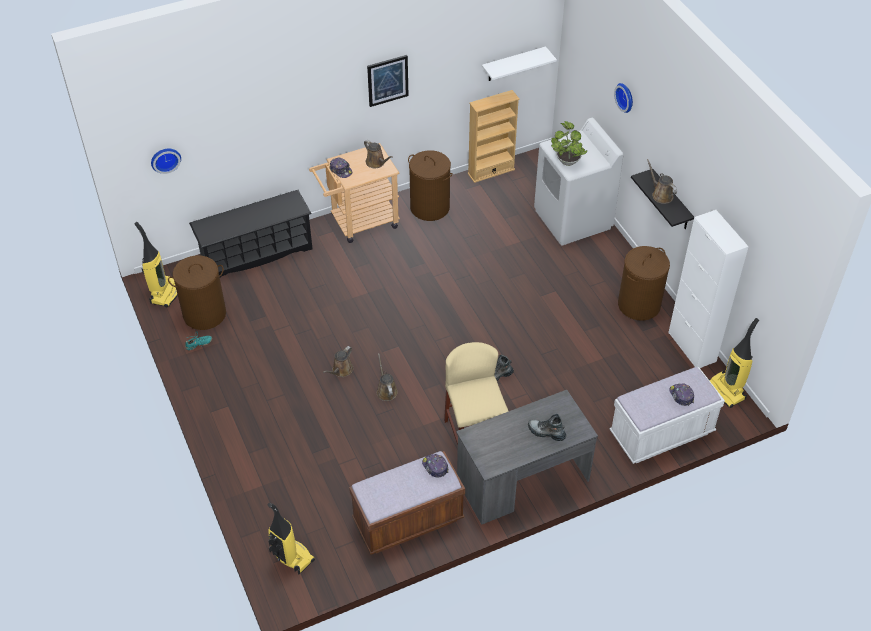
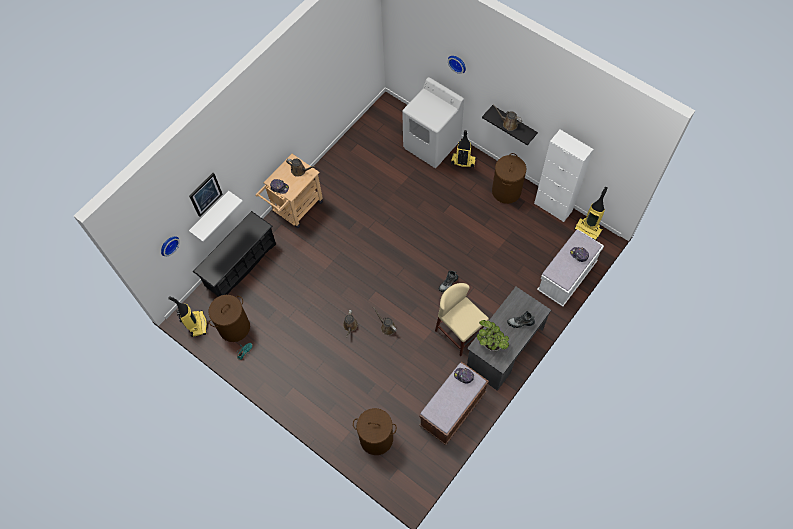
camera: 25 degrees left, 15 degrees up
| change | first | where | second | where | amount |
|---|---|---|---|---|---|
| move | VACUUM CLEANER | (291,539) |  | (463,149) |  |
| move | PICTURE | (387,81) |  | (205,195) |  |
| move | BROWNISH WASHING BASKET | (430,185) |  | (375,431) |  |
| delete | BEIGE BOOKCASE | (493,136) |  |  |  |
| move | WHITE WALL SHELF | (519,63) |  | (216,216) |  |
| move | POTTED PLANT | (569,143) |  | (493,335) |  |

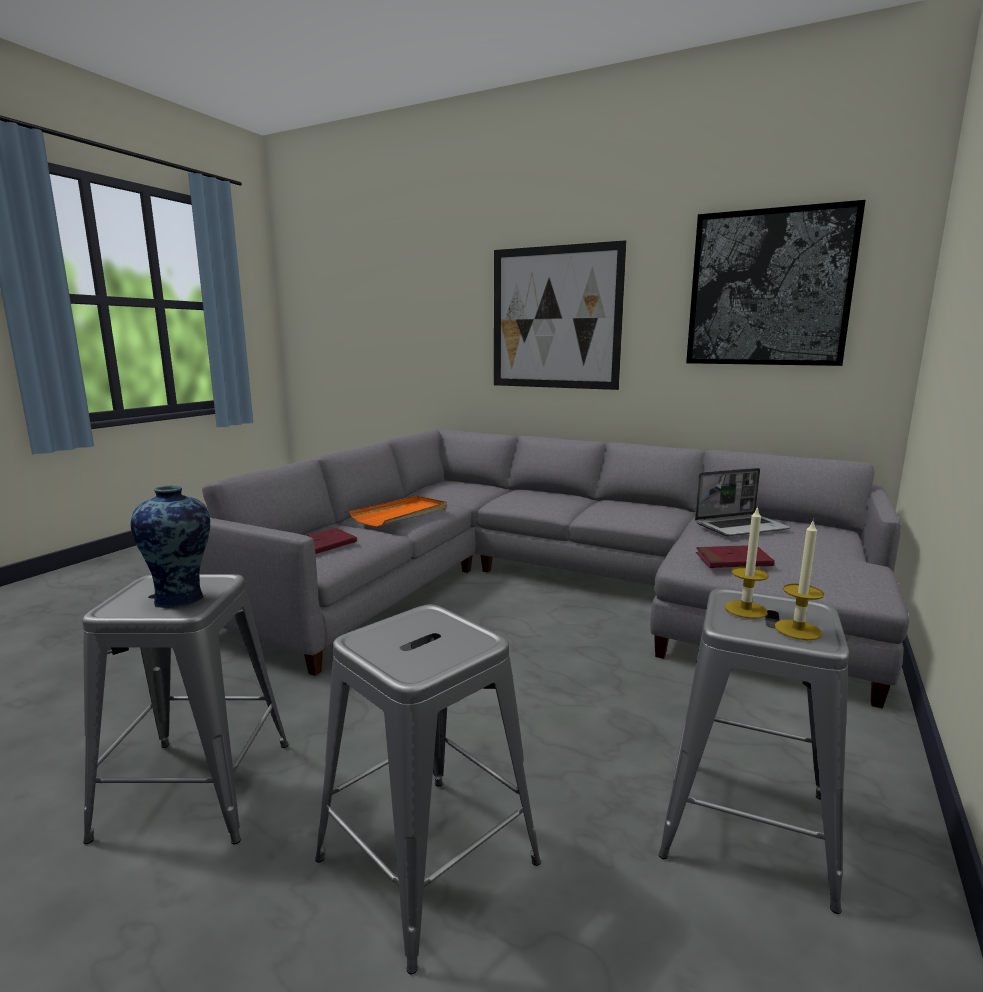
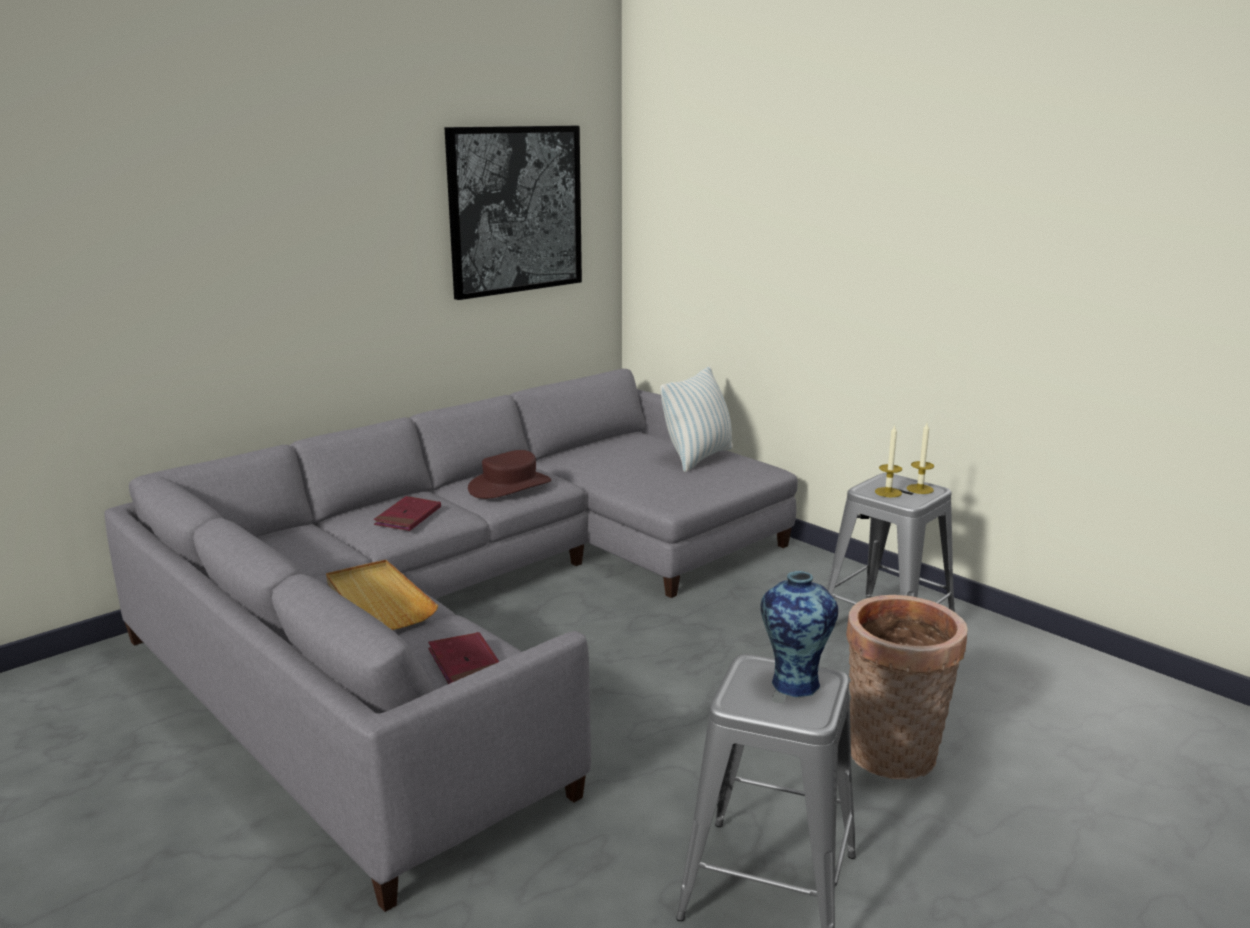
camera: 70 degrees left, 5 degrees up
| change | first | where | second | where | amount |
|---|---|---|---|---|---|
| replace | GRAY SITTING STOOL | (428,789) | STORAGE BASKET | (907,687) |  |
| recolor | ORANGE-COLOURED SERVING TRAY | (398,511) | BEIGE SERVING TRAY | (382,595) |  |
| delete | PICTURE | (560,315) |  |  |  |
| delete | PORTABLE COMPUTER | (743,502) |  |  |  |
| move | REDDISH BOOK | (735,556) |  | (407,513) |  |
| insert |  |  | BROWNISH CLOTHING HAT | (509,474) |  |
| insert |  |  | THROW PILLOW | (696,419) |  |

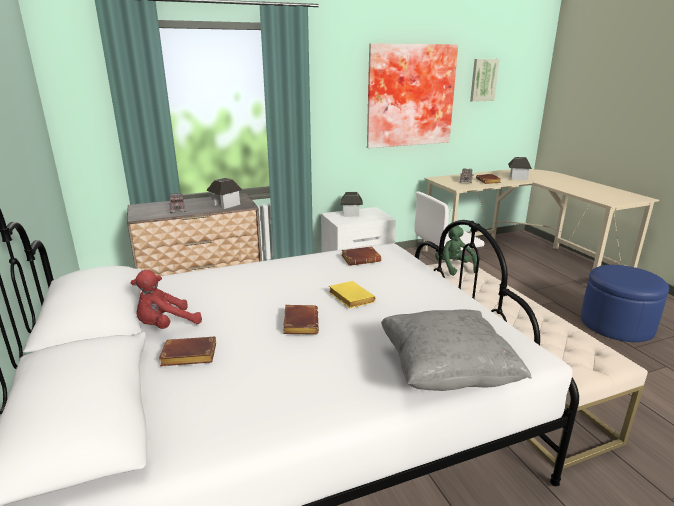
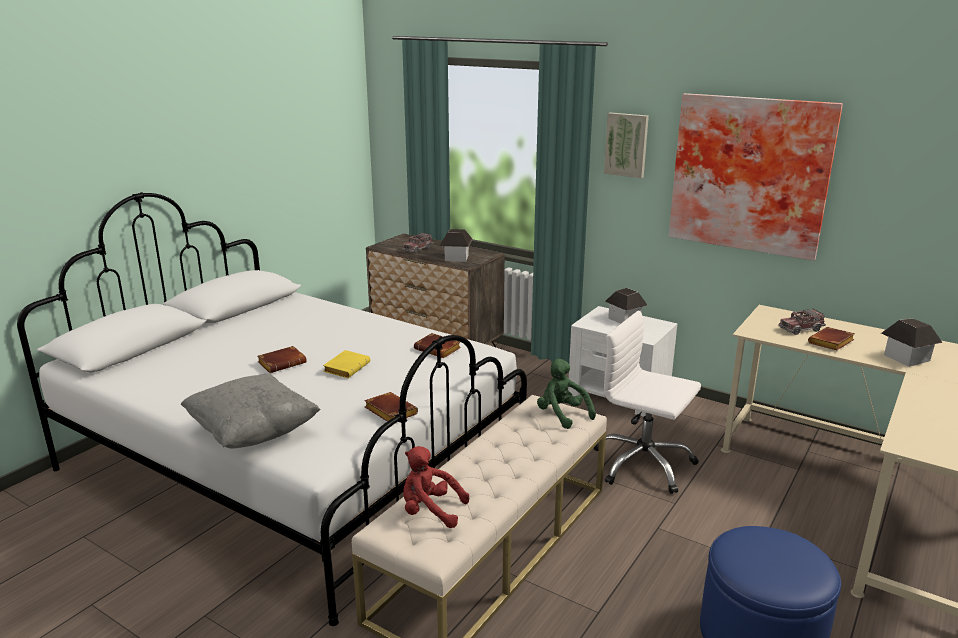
camera: 55 degrees right, 0 degrees up
| change | first | where | second | where | amount |
|---|---|---|---|---|---|
| move | REDDISH CUDDLY TOY | (166,299) |  | (436,487) |  |
| move | BROWNISH BOOK | (187,351) |  | (391,407) |  |
| rotate | GREEN CUDDLY TOY | (456,251) |  | (566,394) | 75 degrees counterclockwise |
| move | PICTURE | (484,80) |  | (626,145) |  |

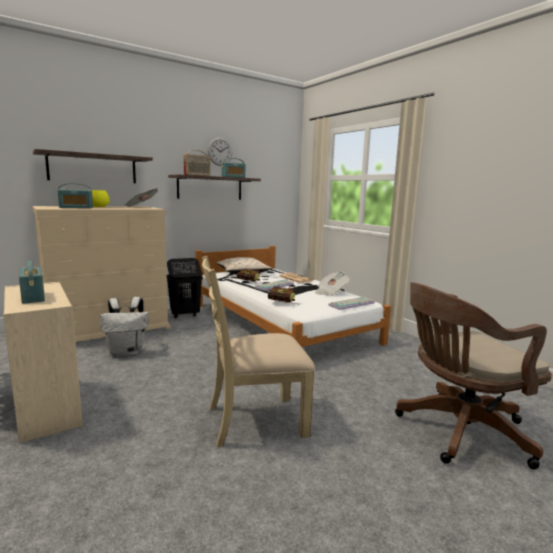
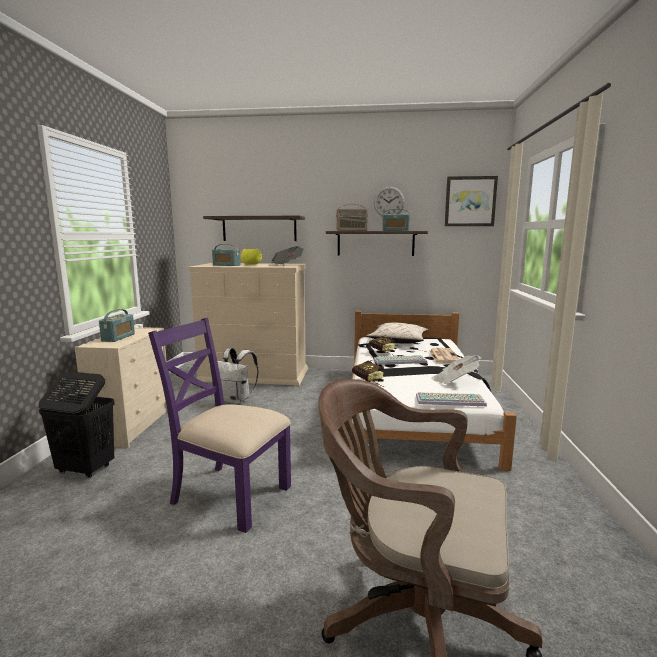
camera: 40 degrees right, 0 degrees up
| change | first | where | second | where | amount |
|---|---|---|---|---|---|
| move | BLACK WASHING BASKET | (185,288) |  | (76,424) |  |
| recolor | BEIGE PLAIN CHAIR | (258,351) | PURPLE PLAIN CHAIR | (219,425) |  |
| insert |  |  | PICTURE | (471,201) |  |

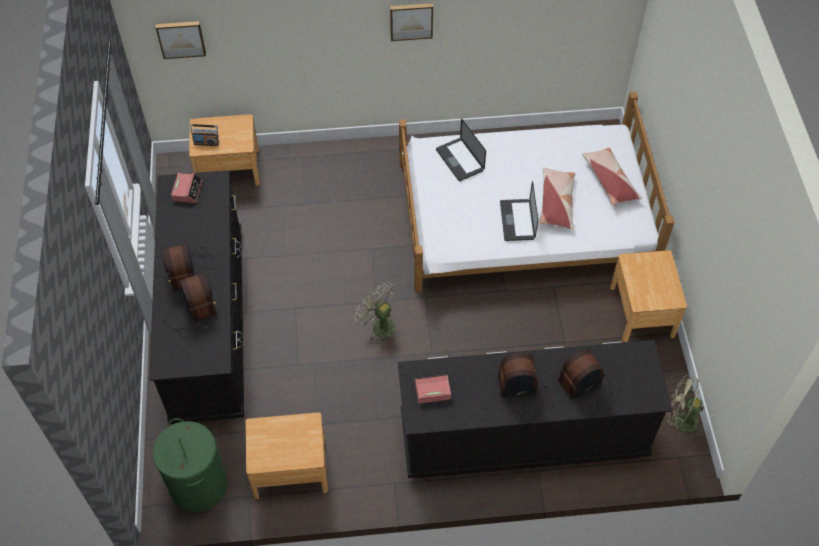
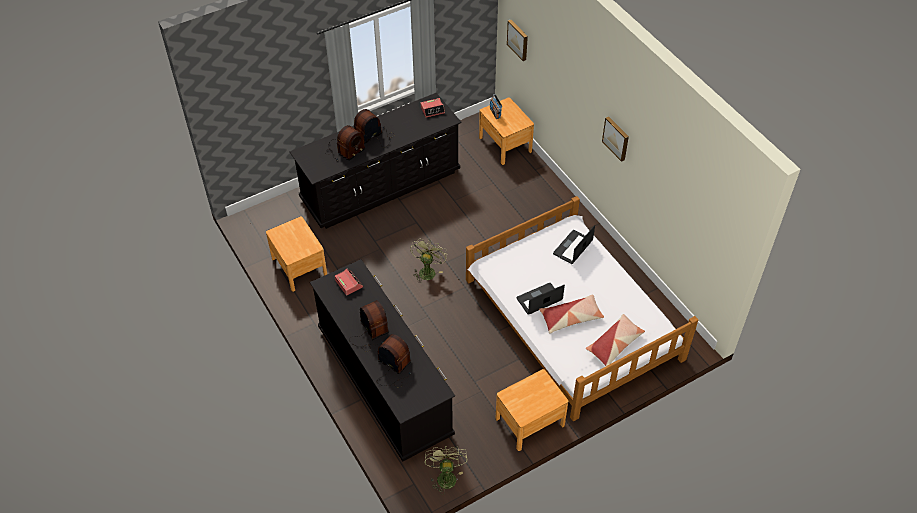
camera: 65 degrees right, 5 degrees down
| change | first | where | second | where | amount |
|---|---|---|---|---|---|
| delete | GREEN WASHING BASKET | (190,465) |  |  |  |

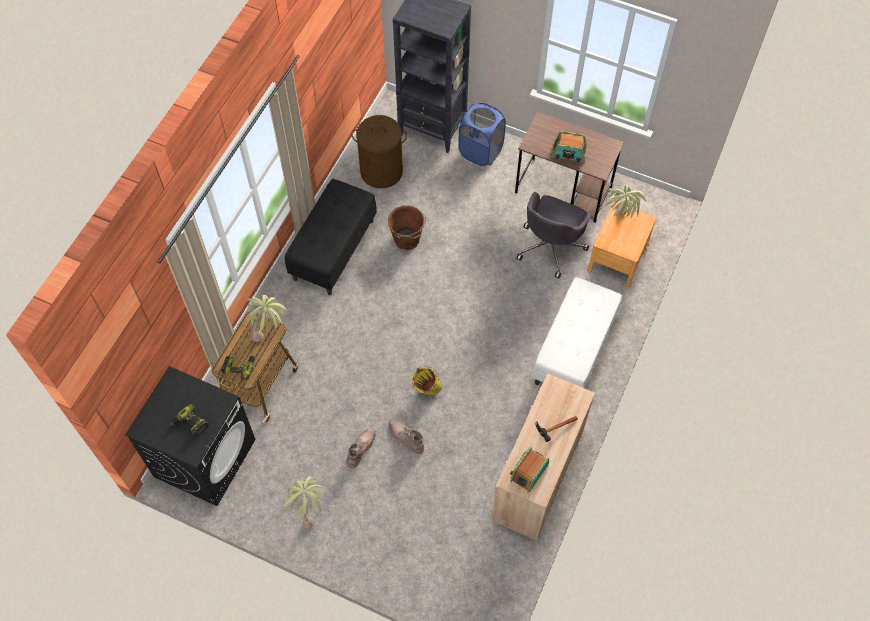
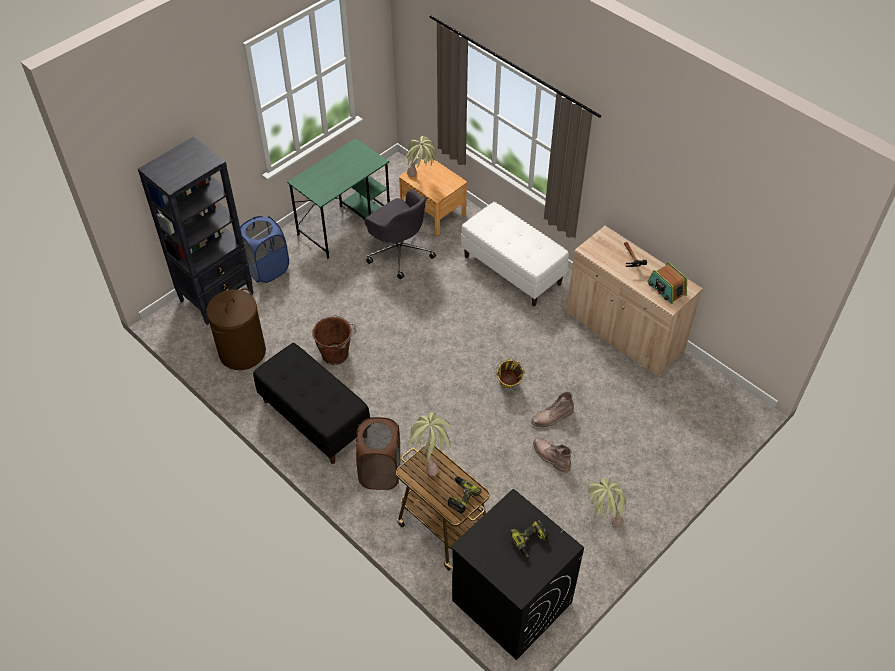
camera: 70 degrees left, 10 degrees down
| change | first | where | second | where | amount |
|---|---|---|---|---|---|
| recolor | BROWNISH DESK TABLE | (569,167) | GREEN DESK TABLE | (338,198) |  |
| delete | RADIO SET | (569,146) |  |  |  |
| insert |  |  | BROWNISH WASHING BASKET | (378,453) |  |

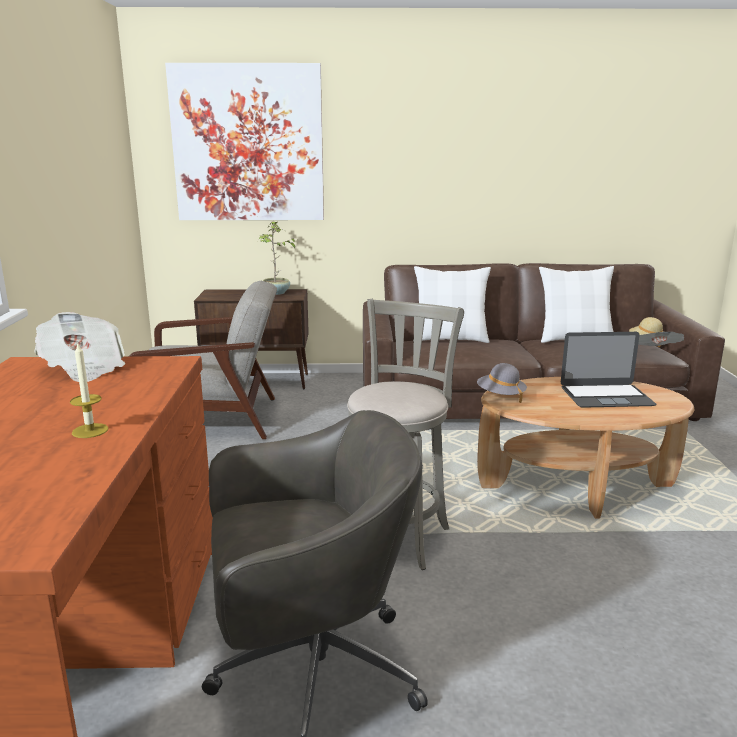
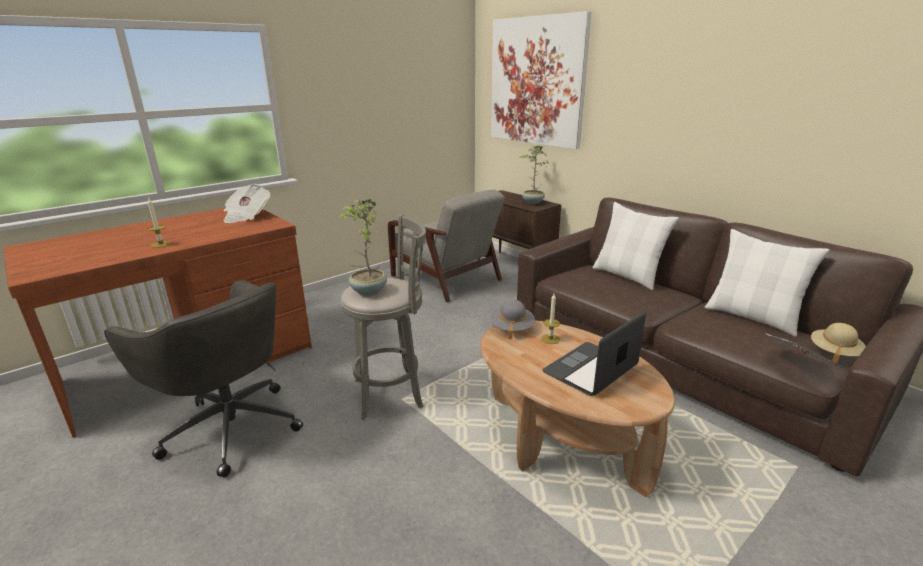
camera: 50 degrees right, 5 degrees up
| change | first | where | second | where | amount |
|---|---|---|---|---|---|
| rotate | PORTABLE COMPUTER | (608,370) |  | (594,353) | 90 degrees clockwise |
| insert |  |  | POTTED PLANT | (362,247) |  |
| insert |  |  | WAX CANDLE | (550,319) |  |

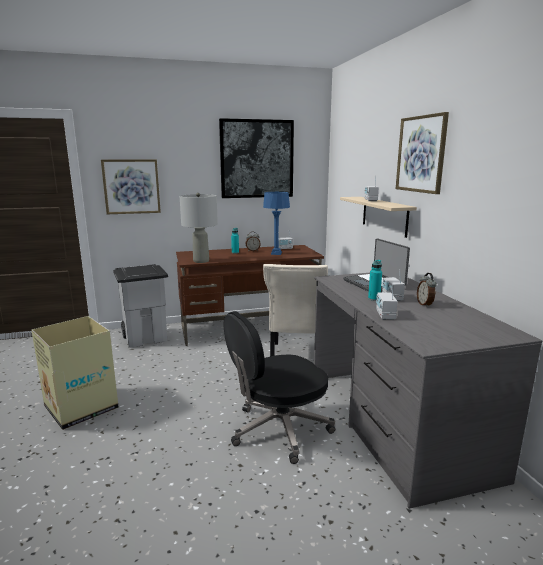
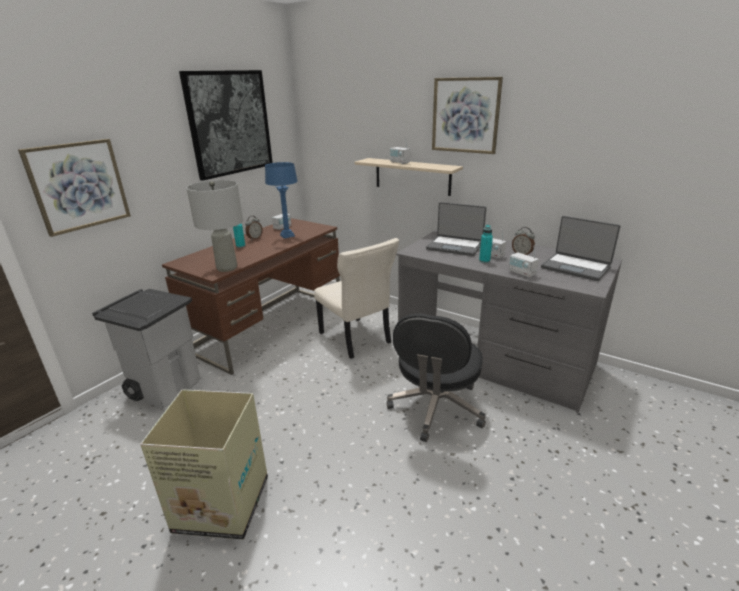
camera: 40 degrees left, 10 degrees up
| change | first | where | second | where | amount |
|---|---|---|---|---|---|
| insert |  |  | PORTABLE COMPUTER | (581,248) |  |

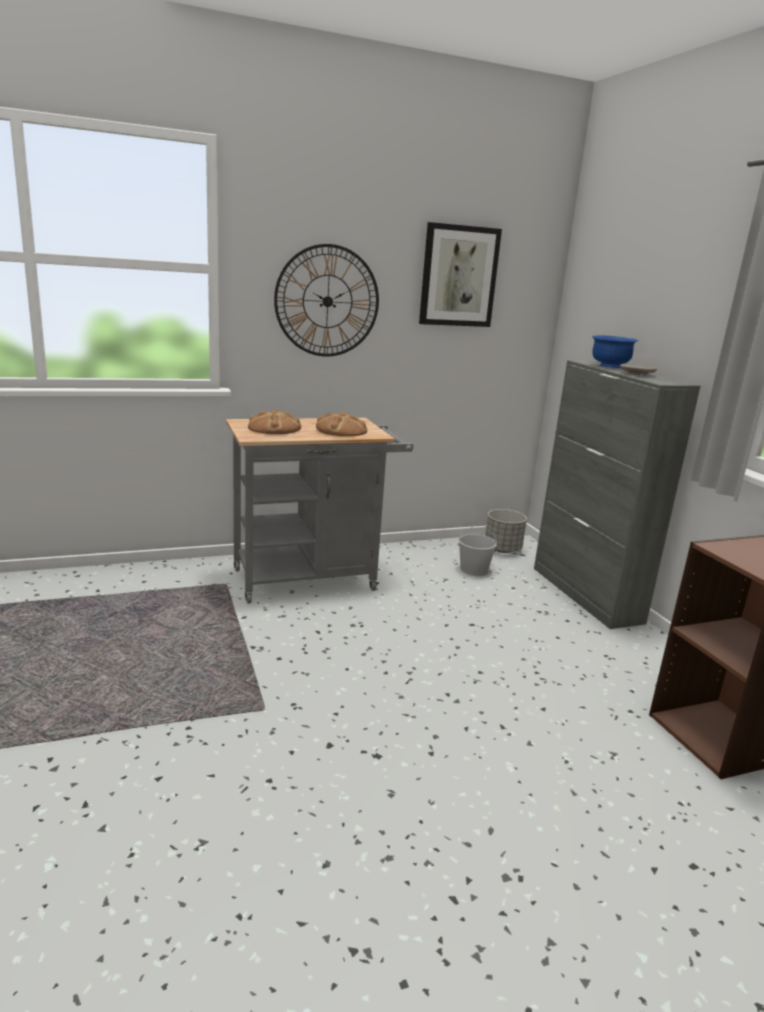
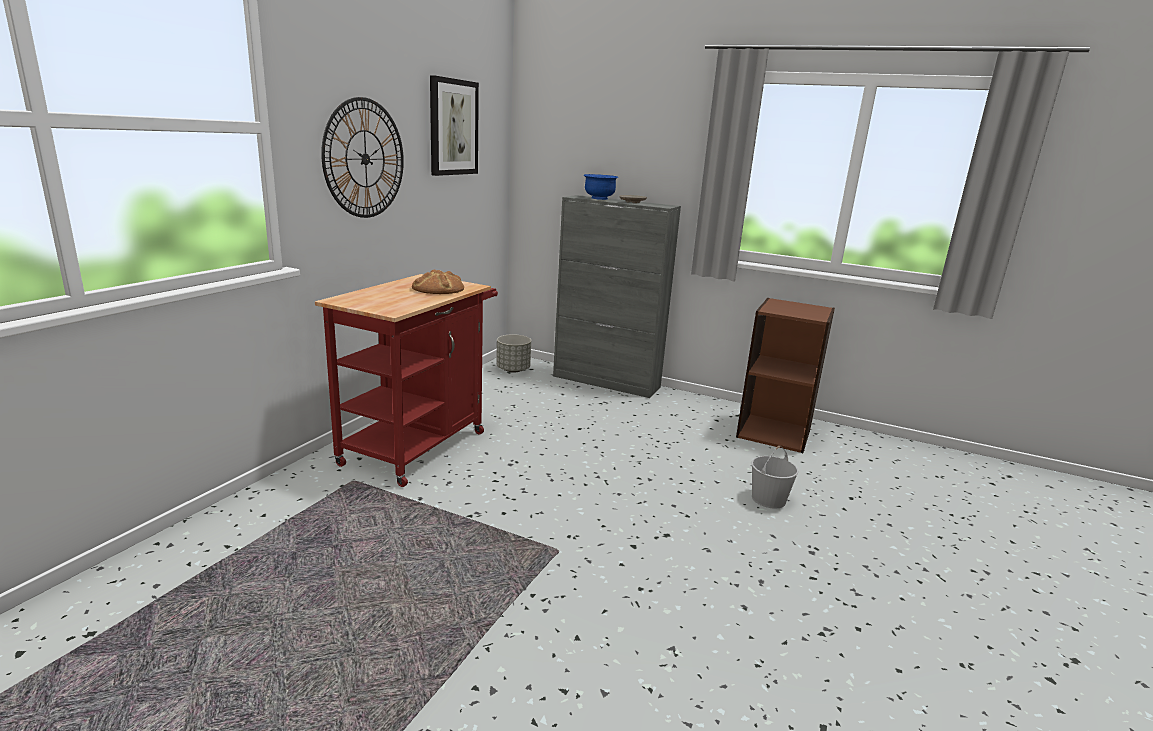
camera: 45 degrees left, 0 degrees up
| change | first | where | second | where | amount |
|---|---|---|---|---|---|
| recolor | GRAY CART | (319,511) | REDDISH CART | (406,380) |  |
| delete | BREAD | (274,421) |  |  |  |
| move | WHITE PAIL | (478,550) |  | (774,477) |  |

